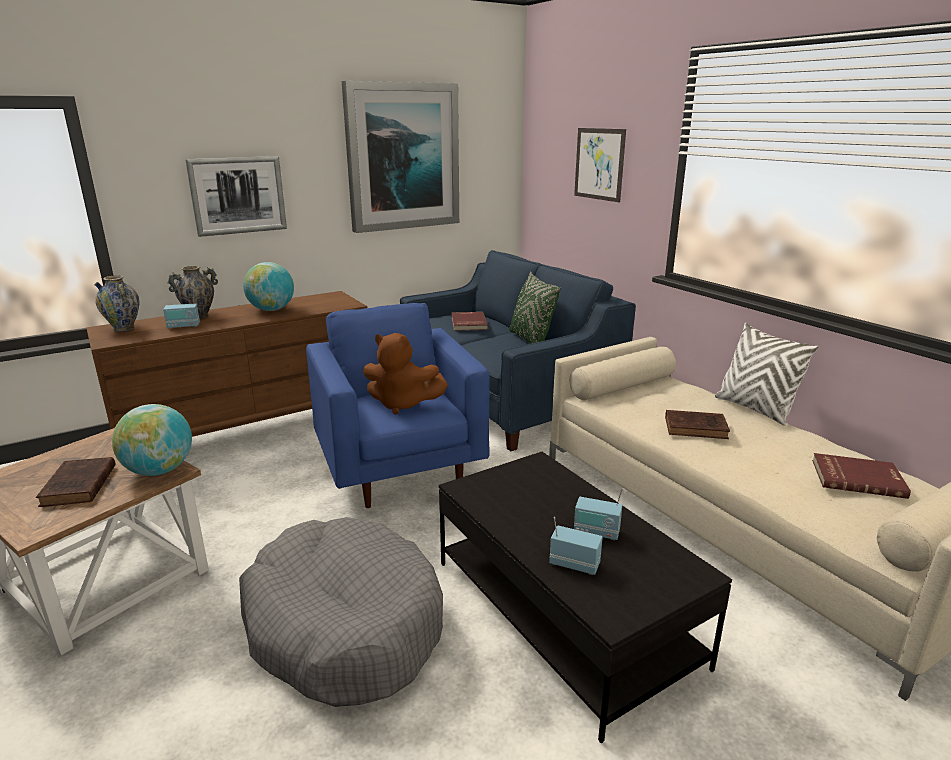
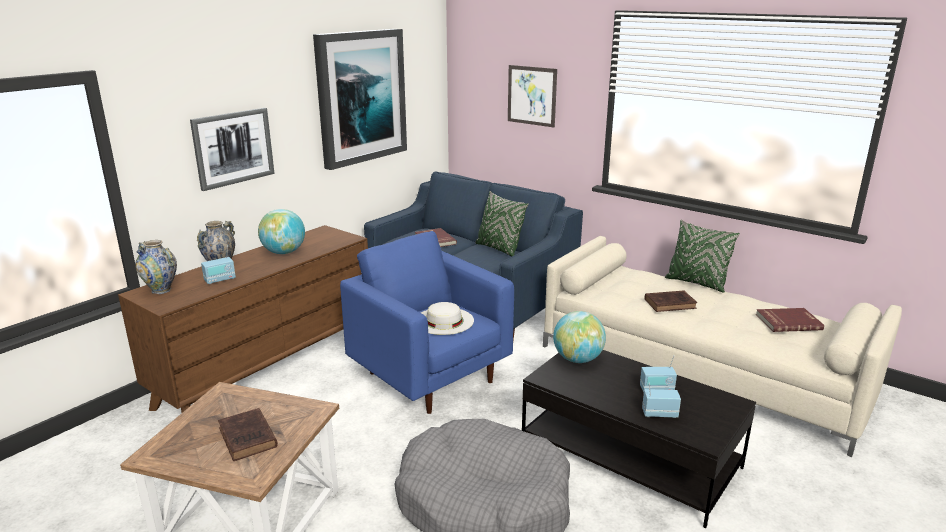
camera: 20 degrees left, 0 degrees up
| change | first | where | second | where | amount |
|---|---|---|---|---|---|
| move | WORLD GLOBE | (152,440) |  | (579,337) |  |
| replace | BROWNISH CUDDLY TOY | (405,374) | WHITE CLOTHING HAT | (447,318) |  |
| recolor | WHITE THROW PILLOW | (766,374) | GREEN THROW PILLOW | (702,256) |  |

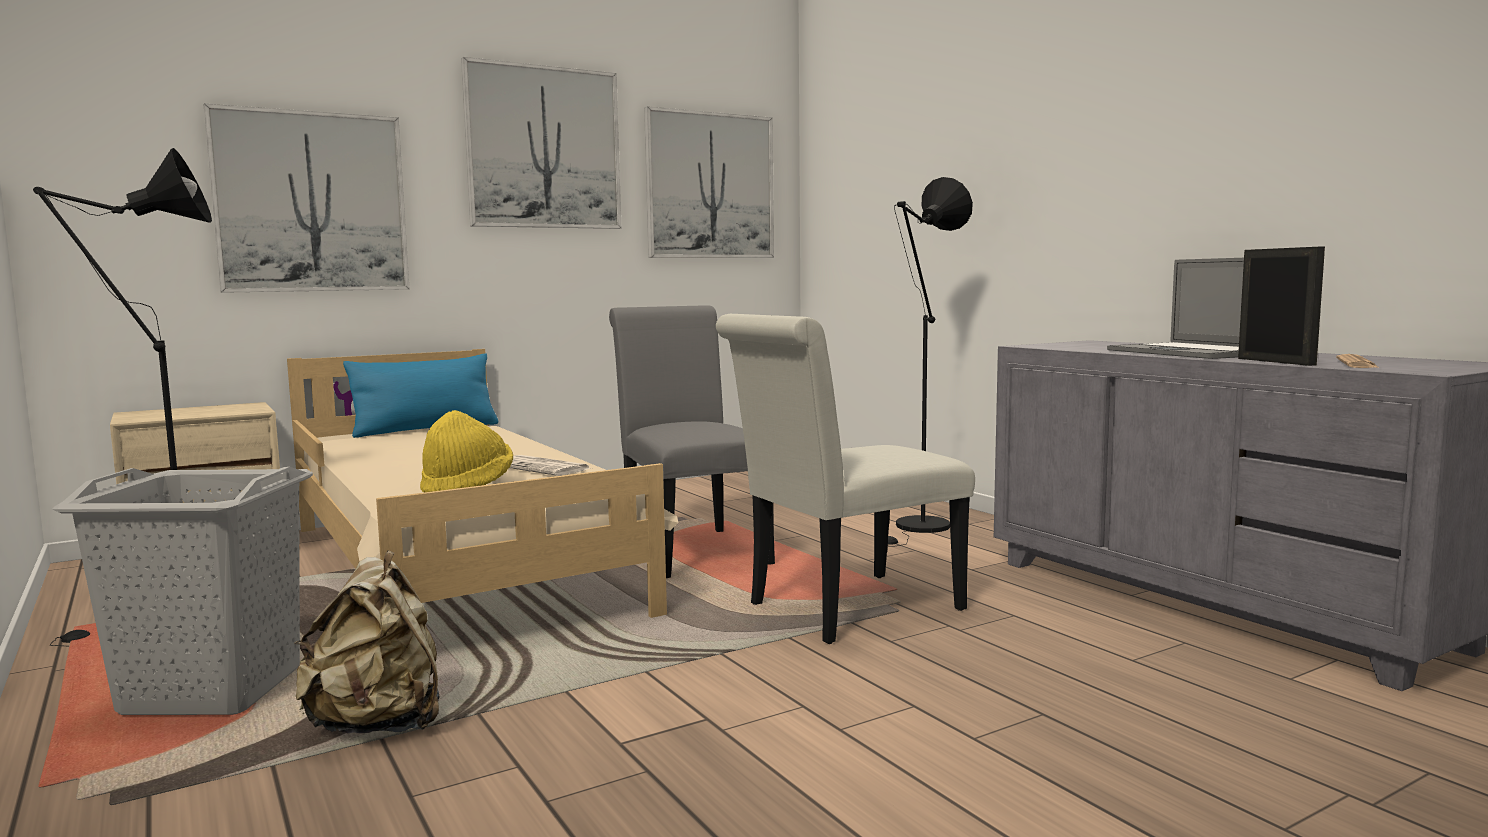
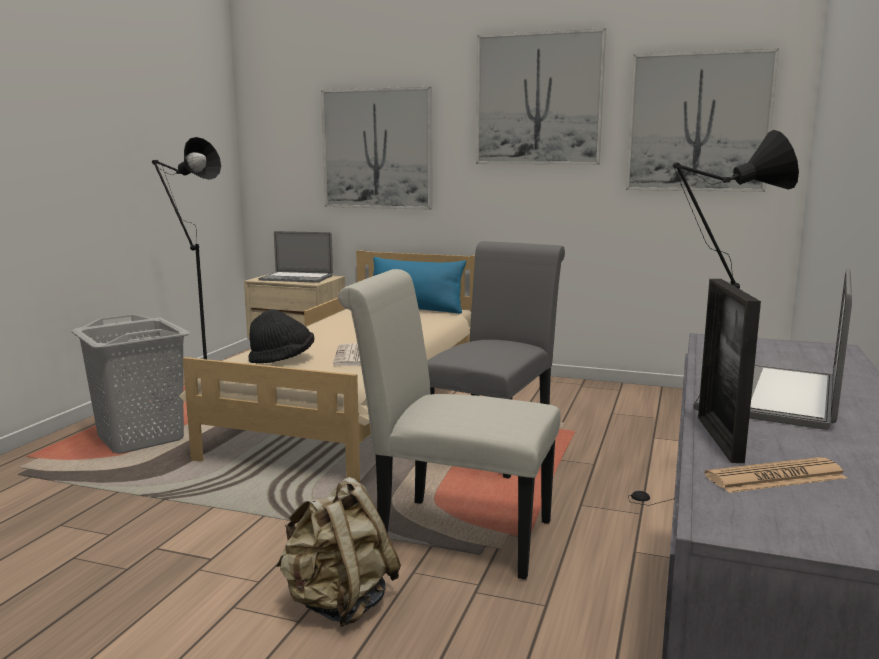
camera: 50 degrees right, 5 degrees up
| change | first | where | second | where | amount |
|---|---|---|---|---|---|
| move | BEIGE RUCKSACK | (367,642) |  | (338,552) |  |
| recolor | YELLOWISH CLOTHING HAT | (466,451) | BLACK CLOTHING HAT | (281,336) |  |
| rotate | PHOTO FRAME | (1281,306) |  | (729,371) | 150 degrees clockwise |
| insert |  |  | PORTABLE COMPUTER | (295,257) |  |

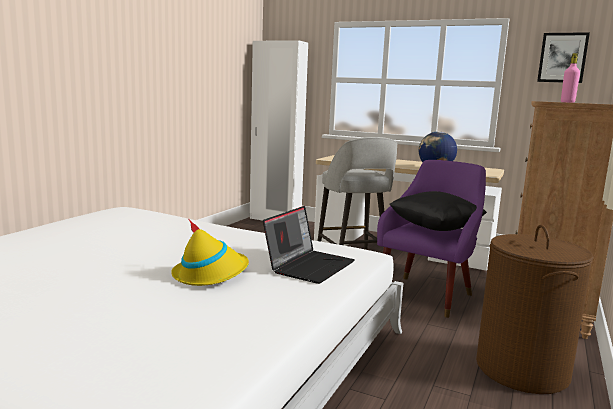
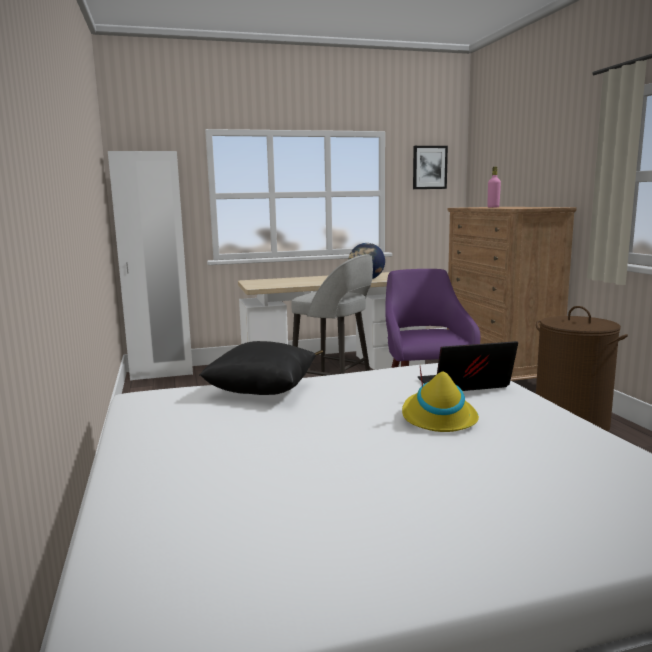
camera: 40 degrees left, 0 degrees up
| change | first | where | second | where | amount |
|---|---|---|---|---|---|
| rotate | PORTABLE COMPUTER | (309,245) |  | (468,366) | 90 degrees counterclockwise |
| move | BLACK THROW PILLOW | (438,211) |  | (257,368) |  |

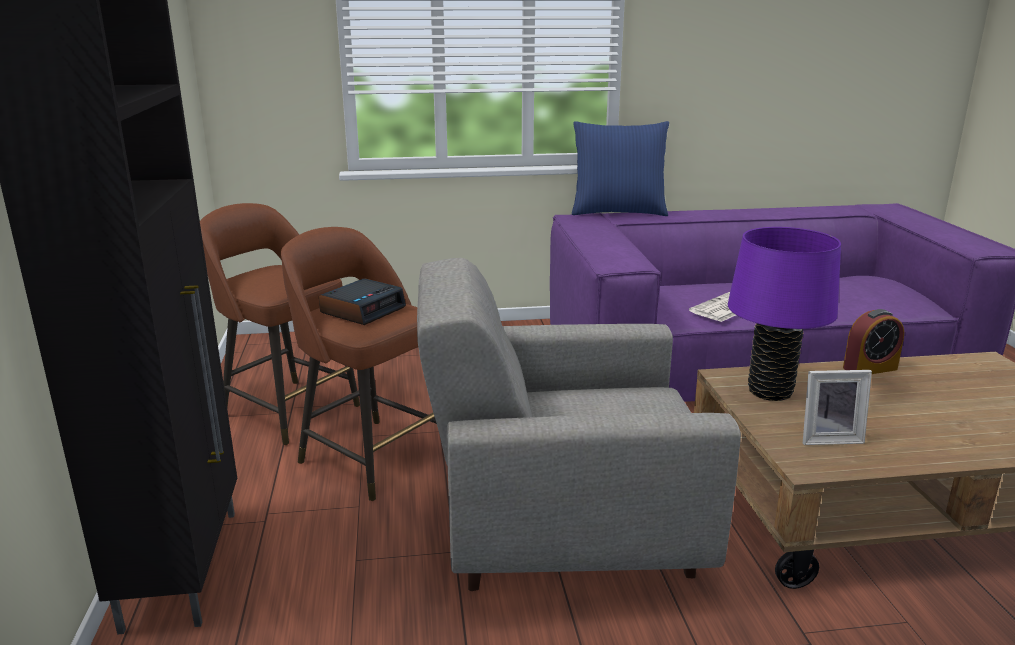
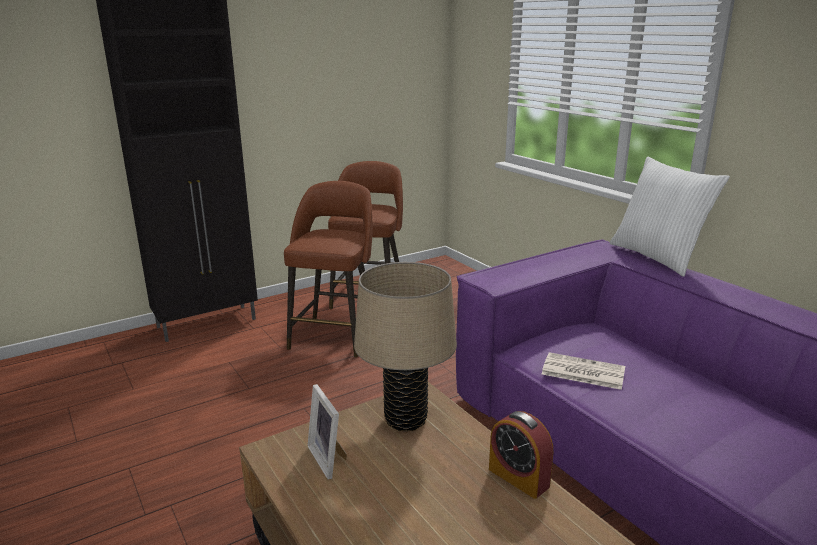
camera: 65 degrees right, 0 degrees up
| change | first | where | second | where | amount |
|---|---|---|---|---|---|
| delete | TABLE CLOCK | (362,301) |  |  |  |
| delete | GRAY ARMCHAIR | (579,424) |  |  |  |
| recolor | BLUISH THROW PILLOW | (620,168) | WHITE THROW PILLOW | (670,217) |  |
| recolor | PURPLE LAMP FOR A TABLE | (784,314) | BEIGE LAMP FOR A TABLE | (405,346) |  |

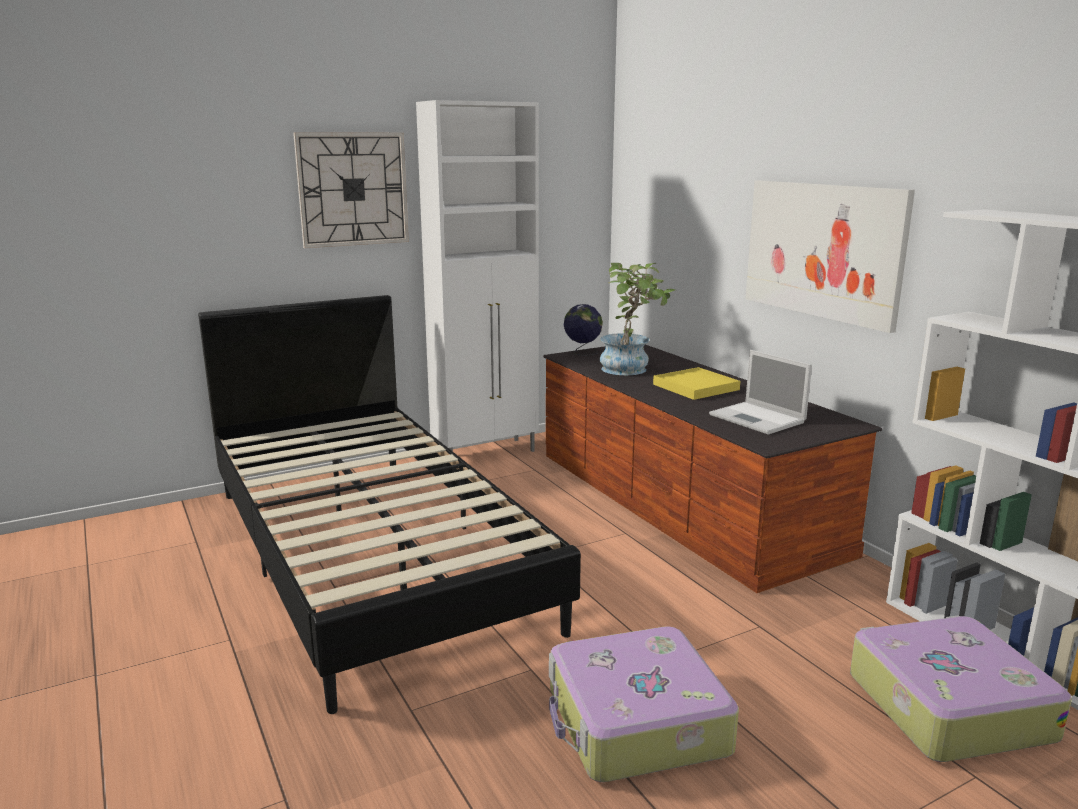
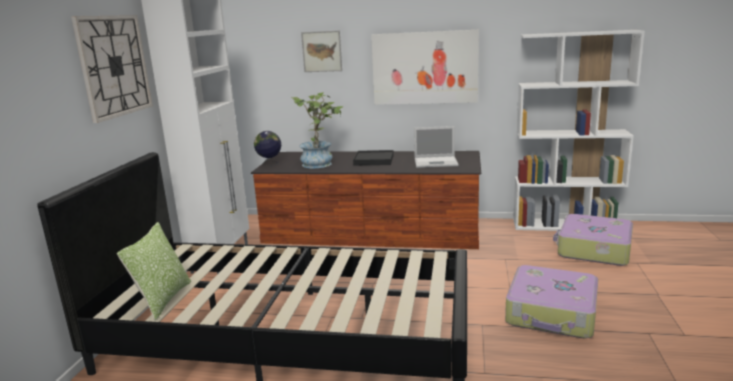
camera: 50 degrees left, 0 degrees up
| change | first | where | second | where | amount |
|---|---|---|---|---|---|
| recolor | YELLOWISH SERVING TRAY | (696,383) | BLACK SERVING TRAY | (373,158) |  |
| insert |  |  | THROW PILLOW | (154,271) |  |
| insert |  |  | PICTURE | (321,51) |  |

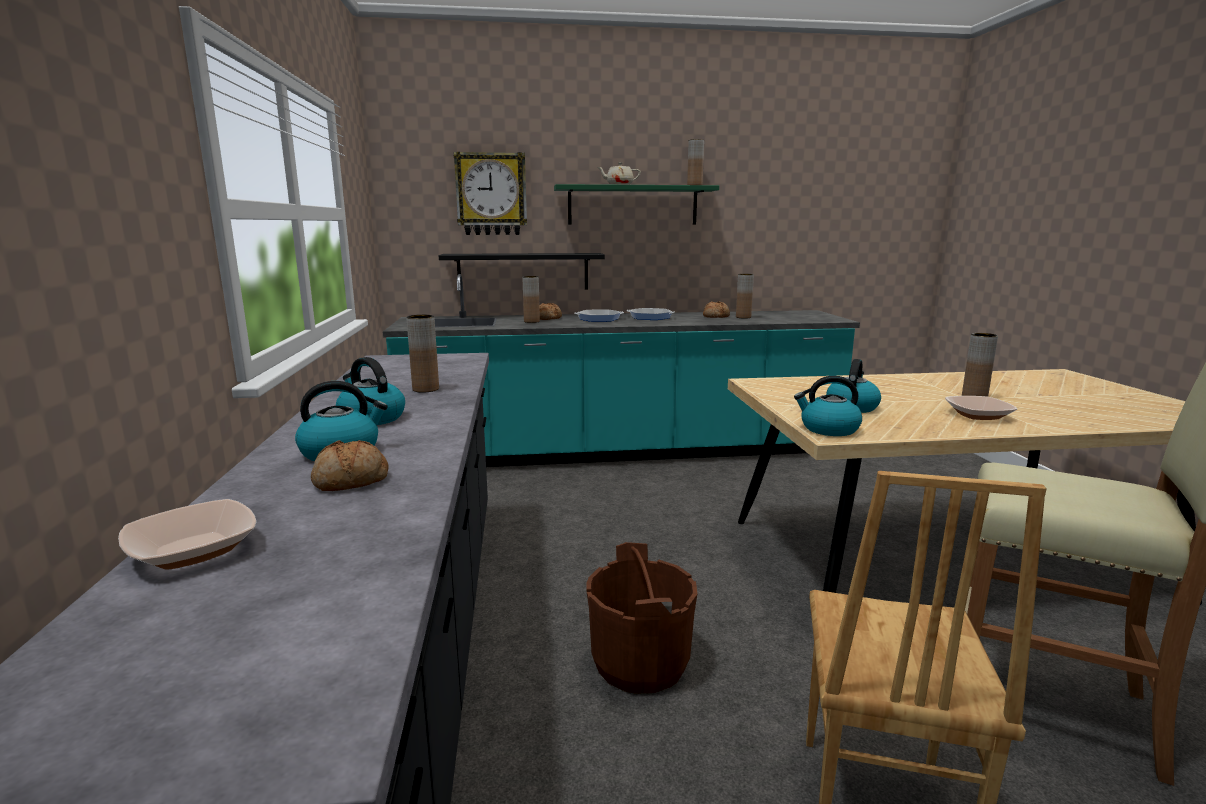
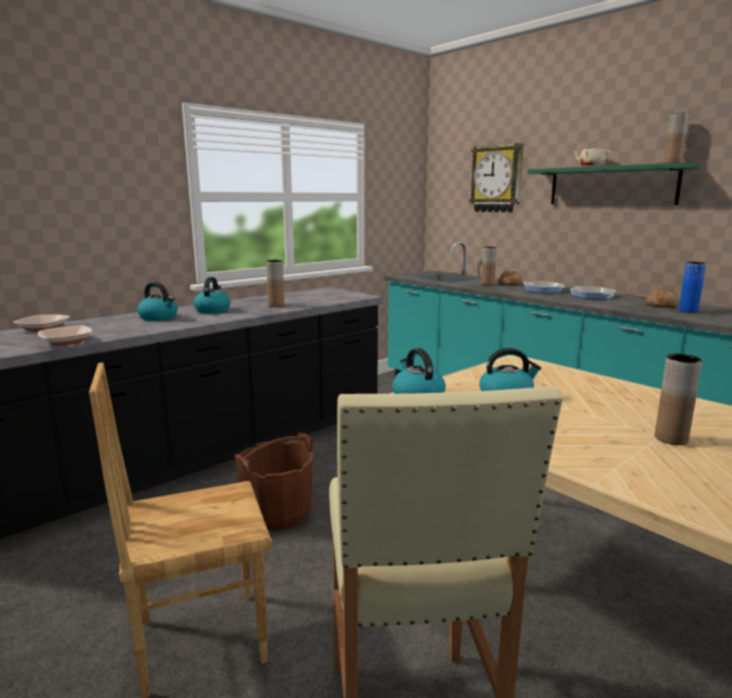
camera: 55 degrees right, 0 degrees up
| change | first | where | second | where | amount |
|---|---|---|---|---|---|
| delete | BREAD | (350,465) |  |  |  |
| delete | BLACK WALL SHELF | (522,271) |  |  |  |
| recolor | BROWNISH VASE | (745,296) | BLUISH VASE | (692,287) |  |
| move | DEEP DISH | (981,408) |  | (65,335) |  |

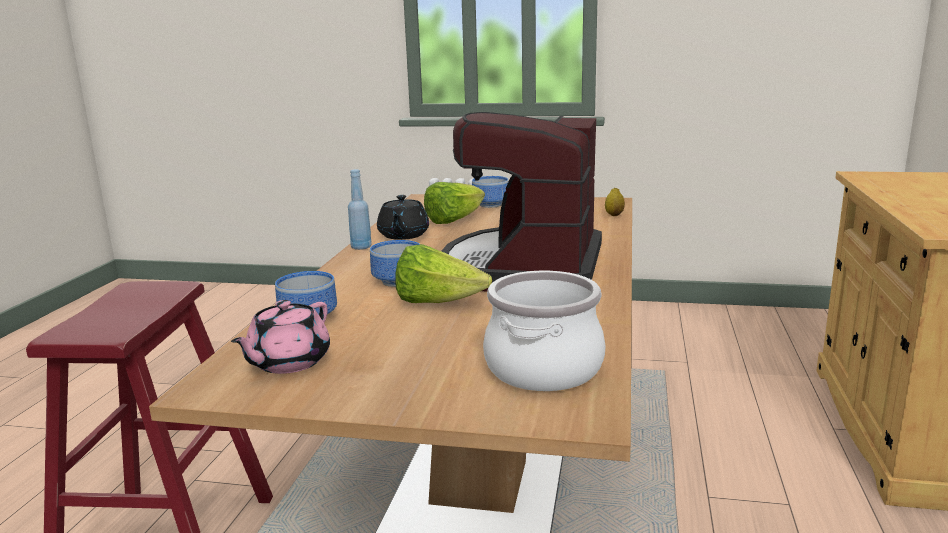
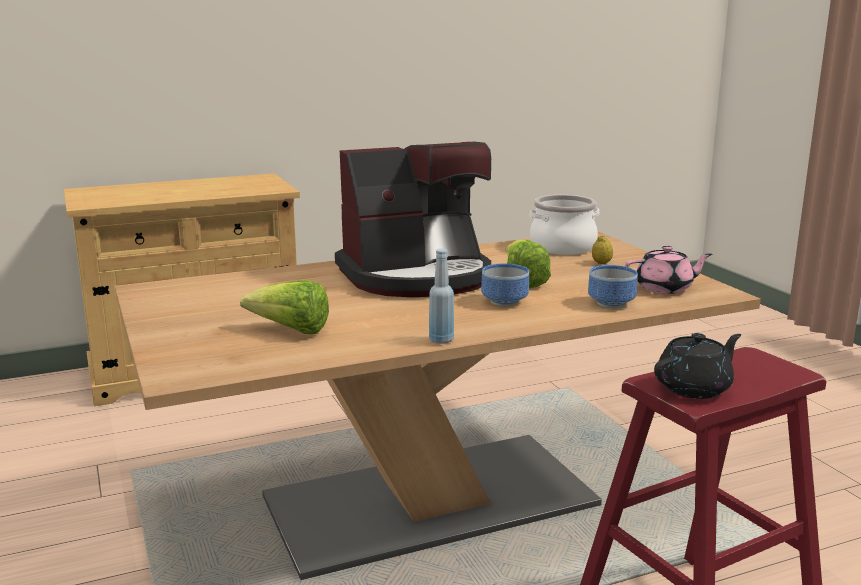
camera: 125 degrees left, 0 degrees up
| change | first | where | second | where | amount |
|---|---|---|---|---|---|
| move | BLACK TEA POT | (403,217) |  | (697,366) |  |
| delete | DEEP DISH | (490,192) |  |  |  |
| move | WHOLE LEMON | (615,202) |  | (602,250) |  |

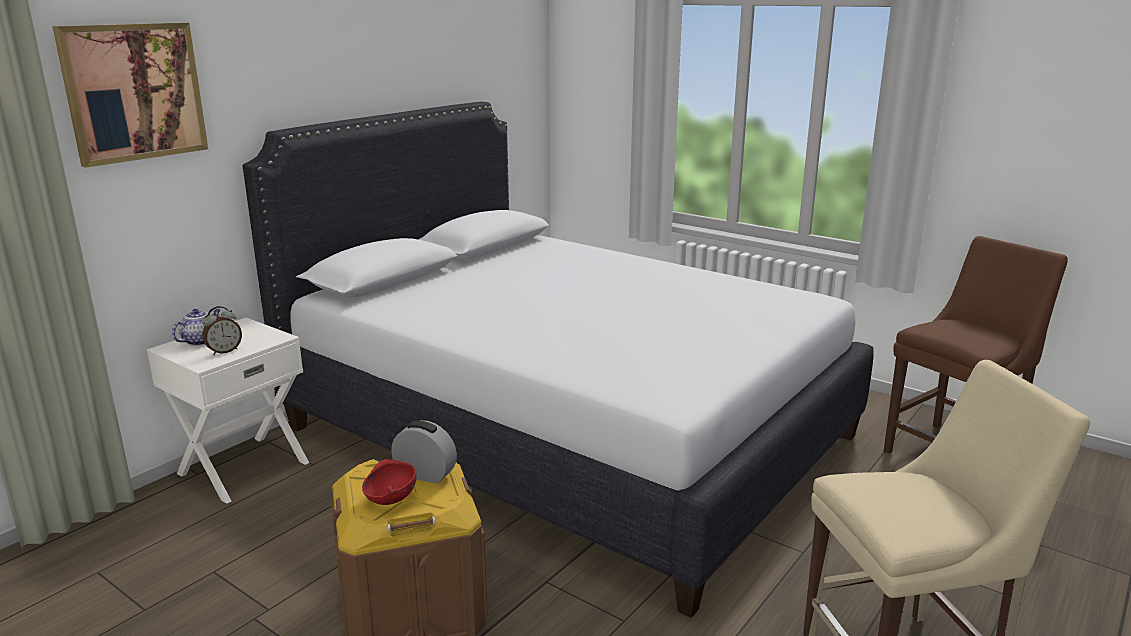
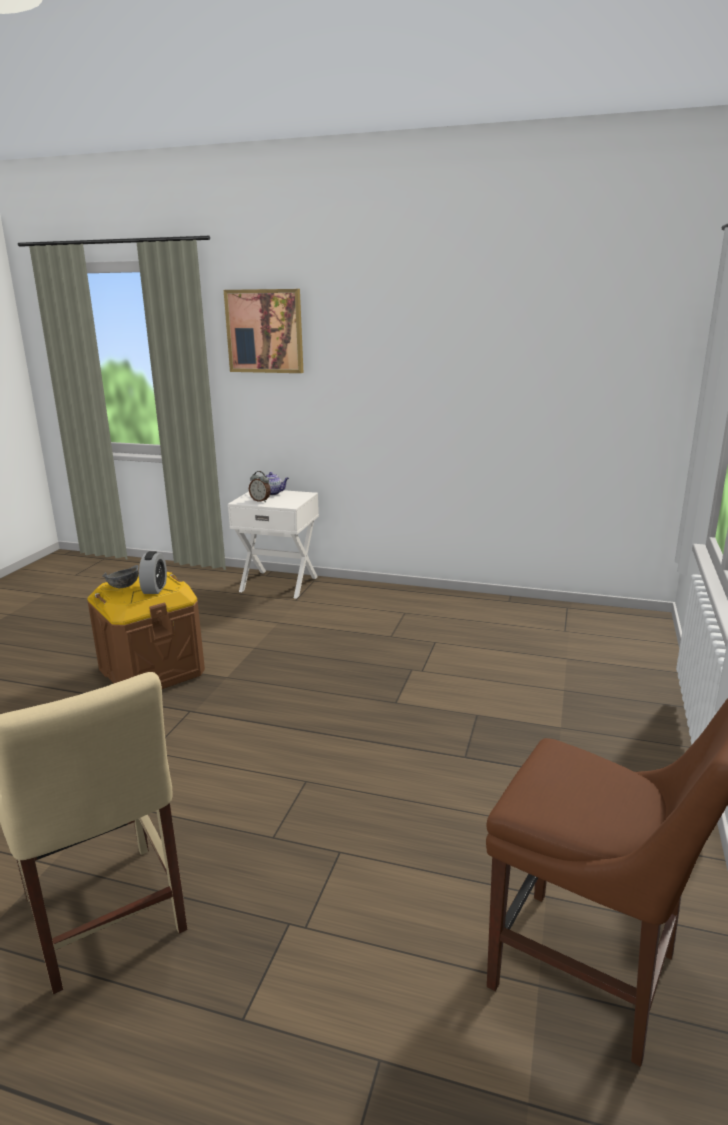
camera: 70 degrees right, 0 degrees up
| change | first | where | second | where | amount |
|---|---|---|---|---|---|
| delete | WHITE SLEEPING BED | (558,360) |  |  |  |
| recolor | REDDISH DEEP DISH | (389,482) | GRAY DEEP DISH | (120,576) |  |

